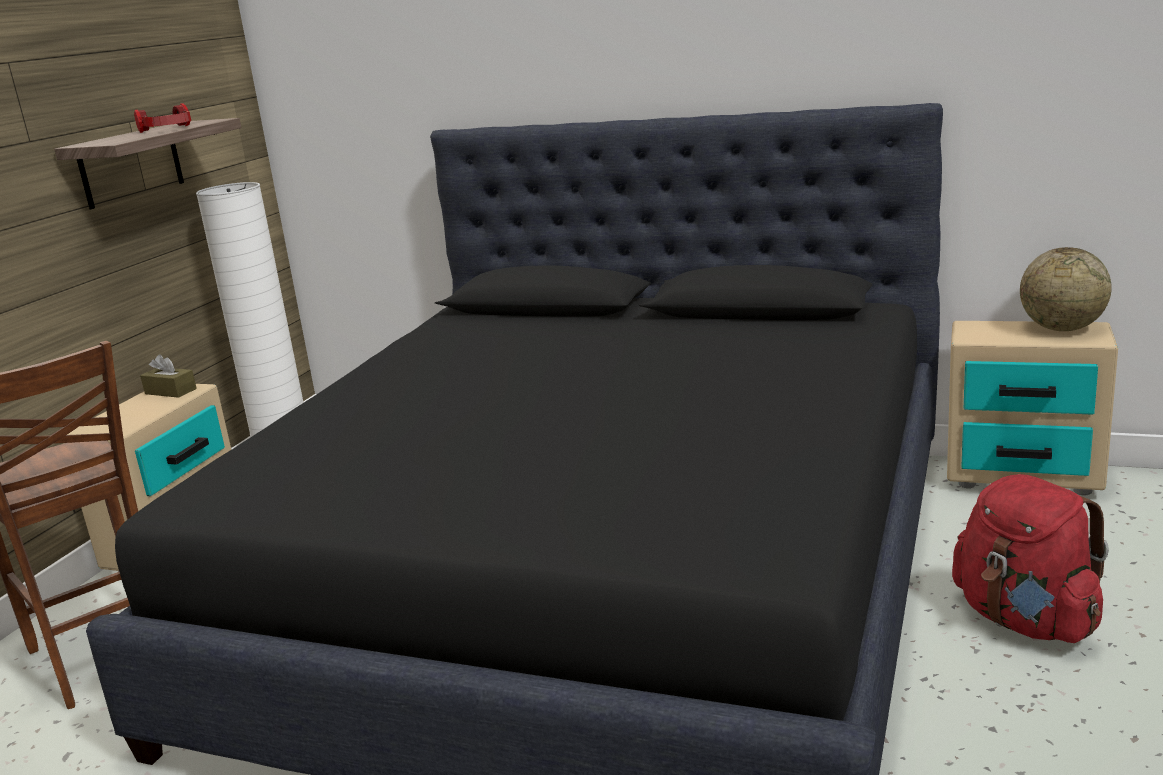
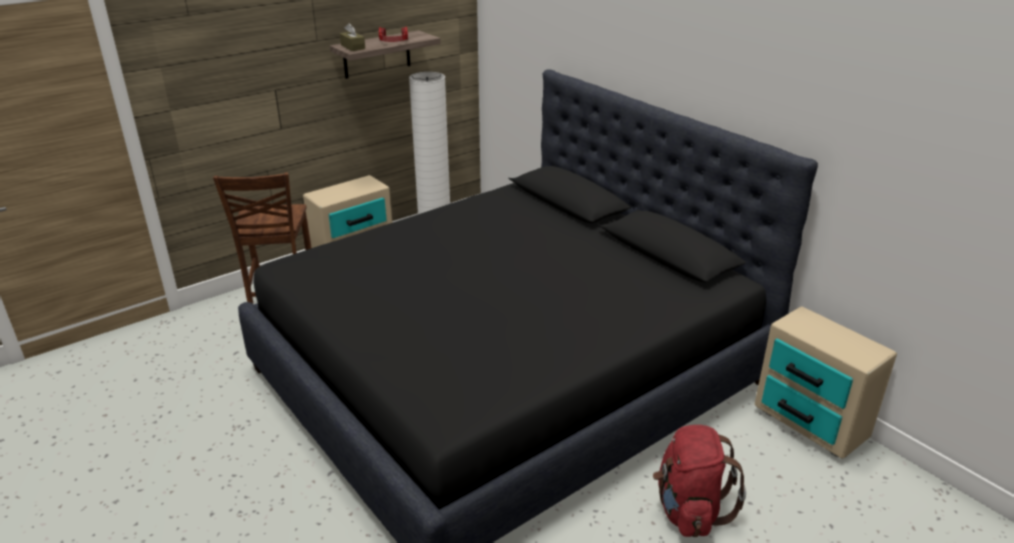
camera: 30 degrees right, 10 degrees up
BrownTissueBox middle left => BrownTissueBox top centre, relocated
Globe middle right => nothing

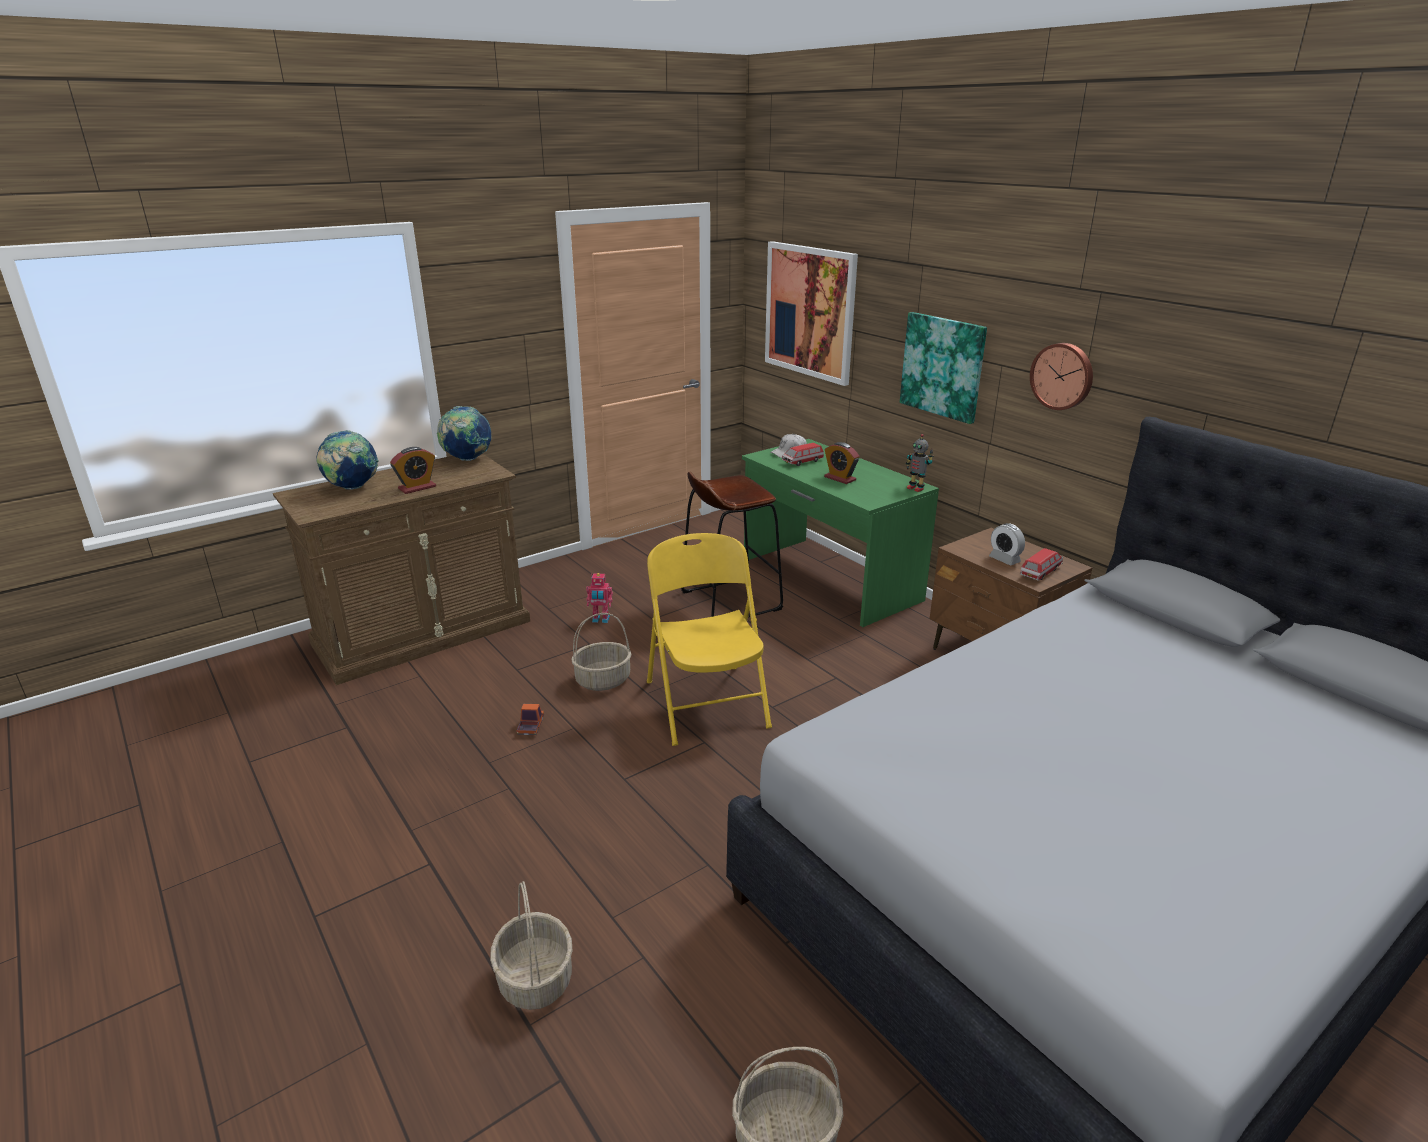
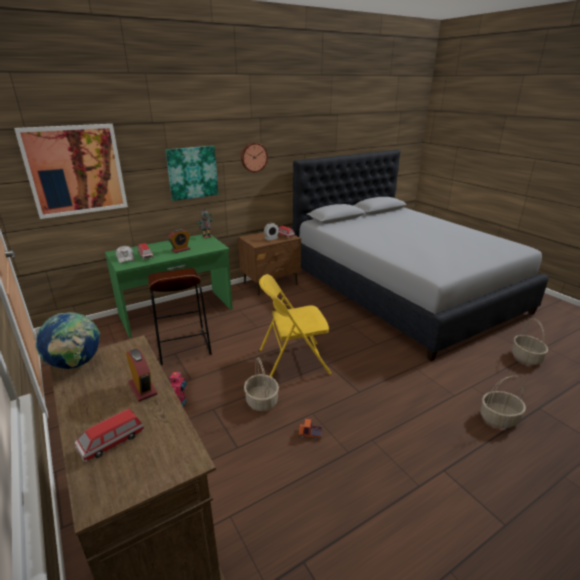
camera: 85 degrees left, 0 degrees up
Globe (no. 1 from left) middle left => ToyCar (no. 1 from left) bottom left

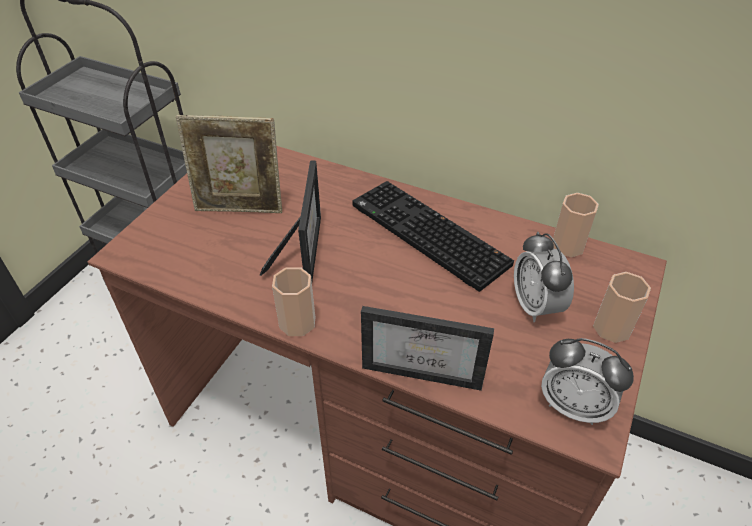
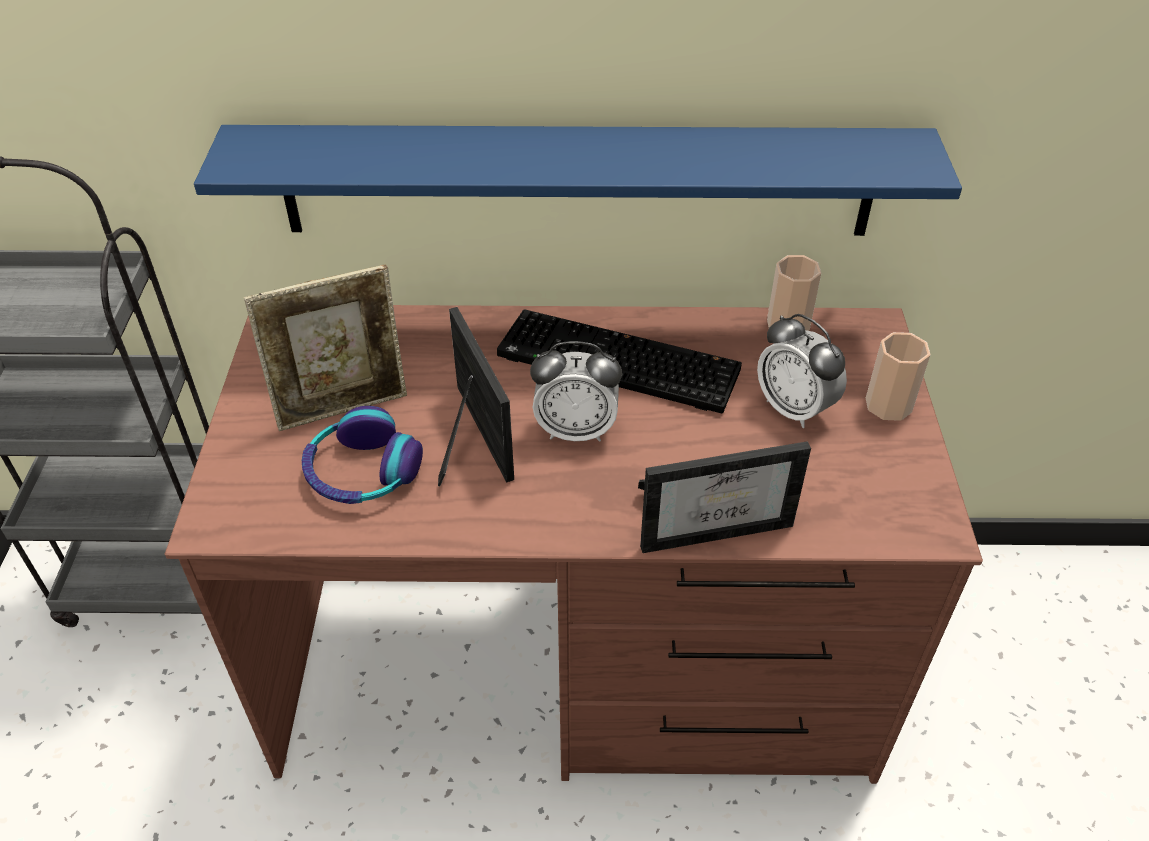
camera: 25 degrees left, 0 degrees up
nothing => BlueShelf top centre
nothing => Headphones middle left
AlarmClock (no. 2 from left in the first image) bottom right => AlarmClock (no. 1 from left) centre, relocated
Cup (no. 1 from left) centre => nothing

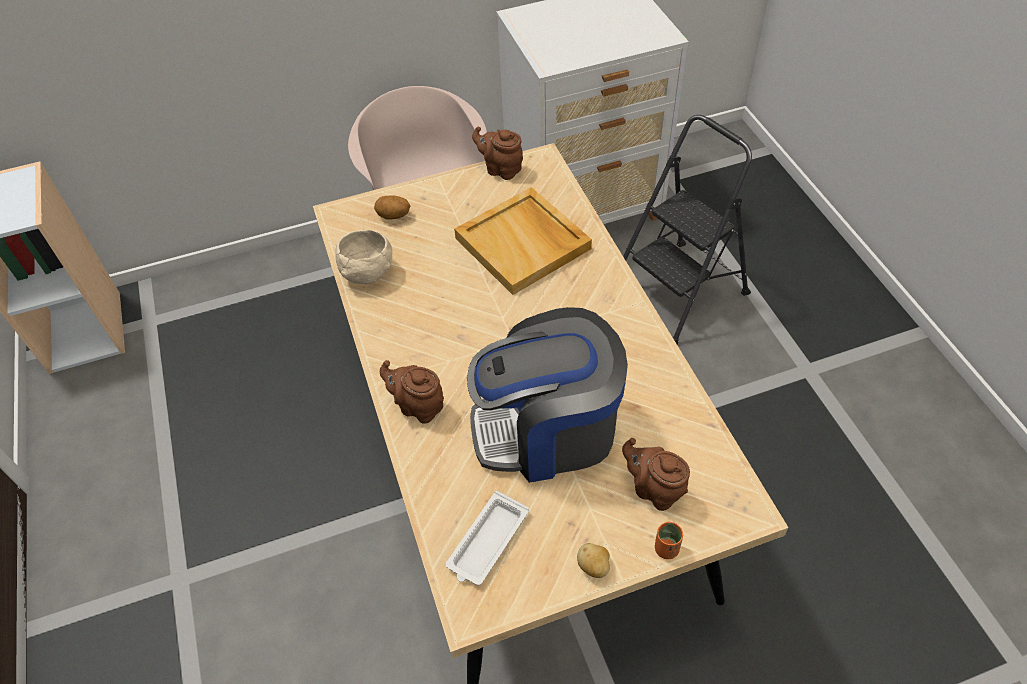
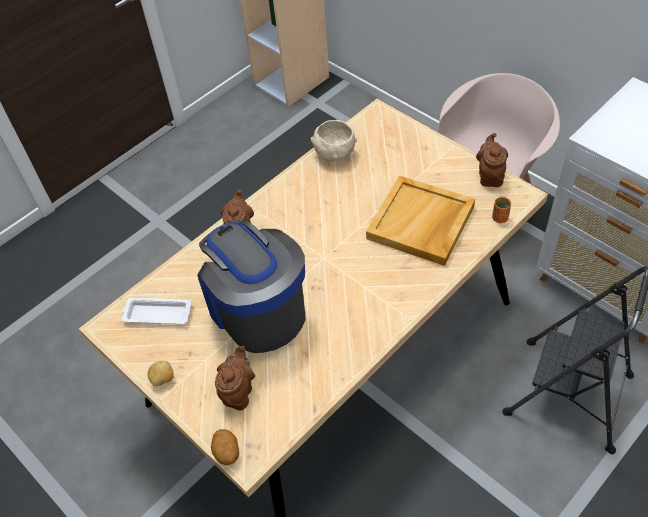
camera: 65 degrees right, 0 degrees up
Potato (no. 1 from left in the first image) top centre => Potato (no. 2 from left) bottom centre, relocated
OrangeCup bottom centre => OrangeCup middle right, relocated

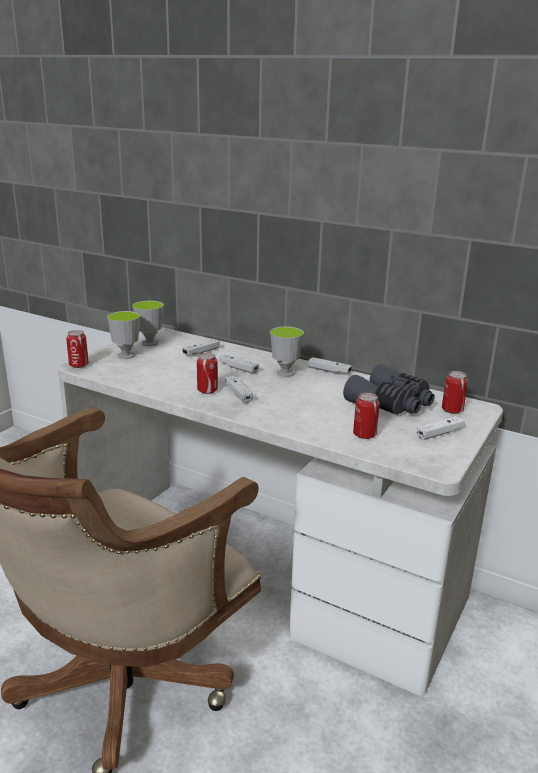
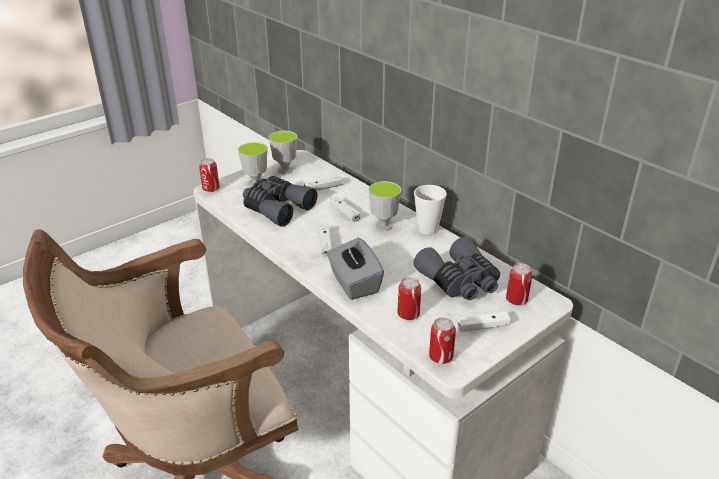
camera: 20 degrees right, 10 degrees up
nothing => GreyBinoculars (no. 1 from left) centre
nothing => GreyTissueBox centre
WhiteGameController (no. 4 from left) centre => Cup (no. 4 from left) centre
Can (no. 2 from left in the first image) centre => Can (no. 3 from left) bottom centre, relocated

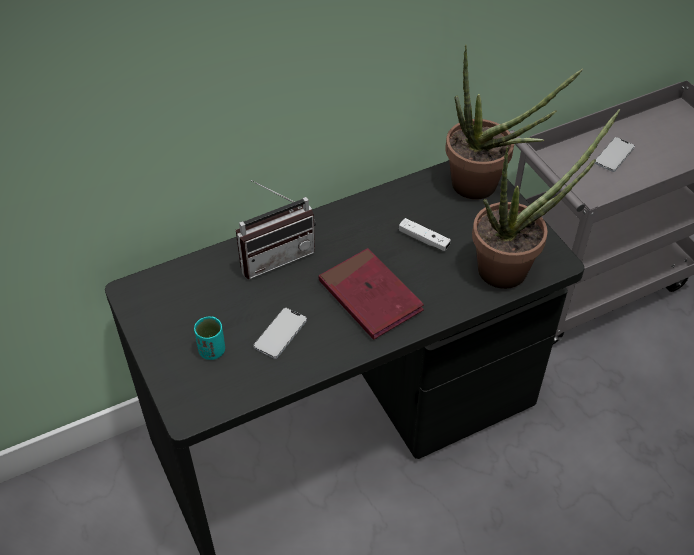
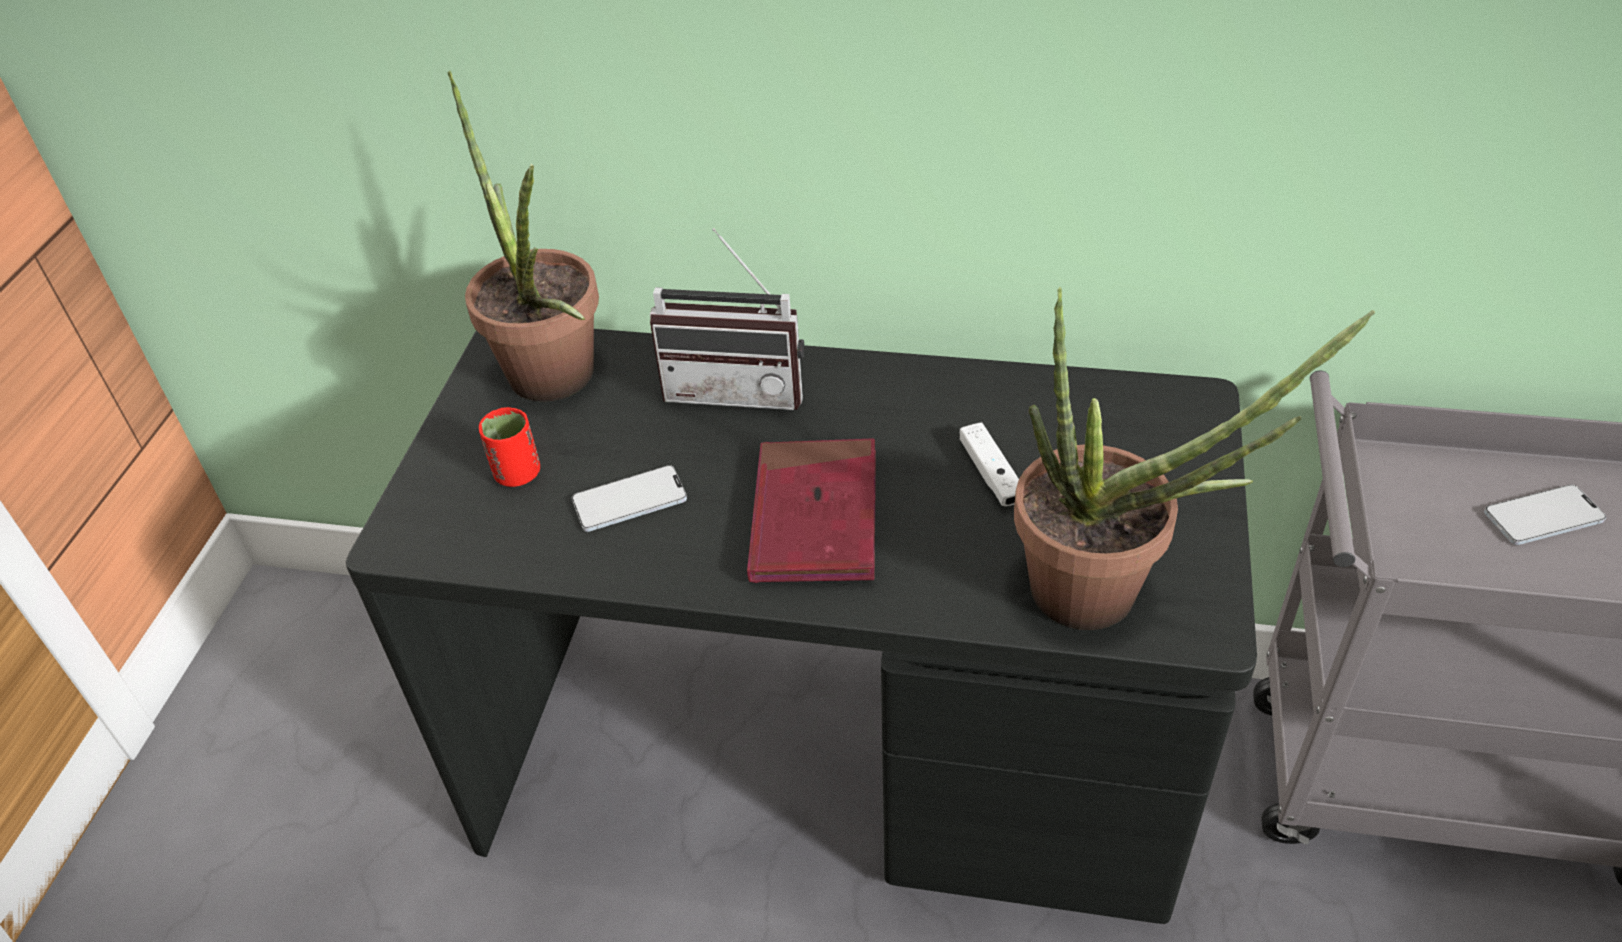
camera: 40 degrees right, 5 degrees down
PottedPlant (no. 1 from left) top right => PottedPlant (no. 1 from left) top left, relocated
TurquoiseCup middle left => RedCup middle left

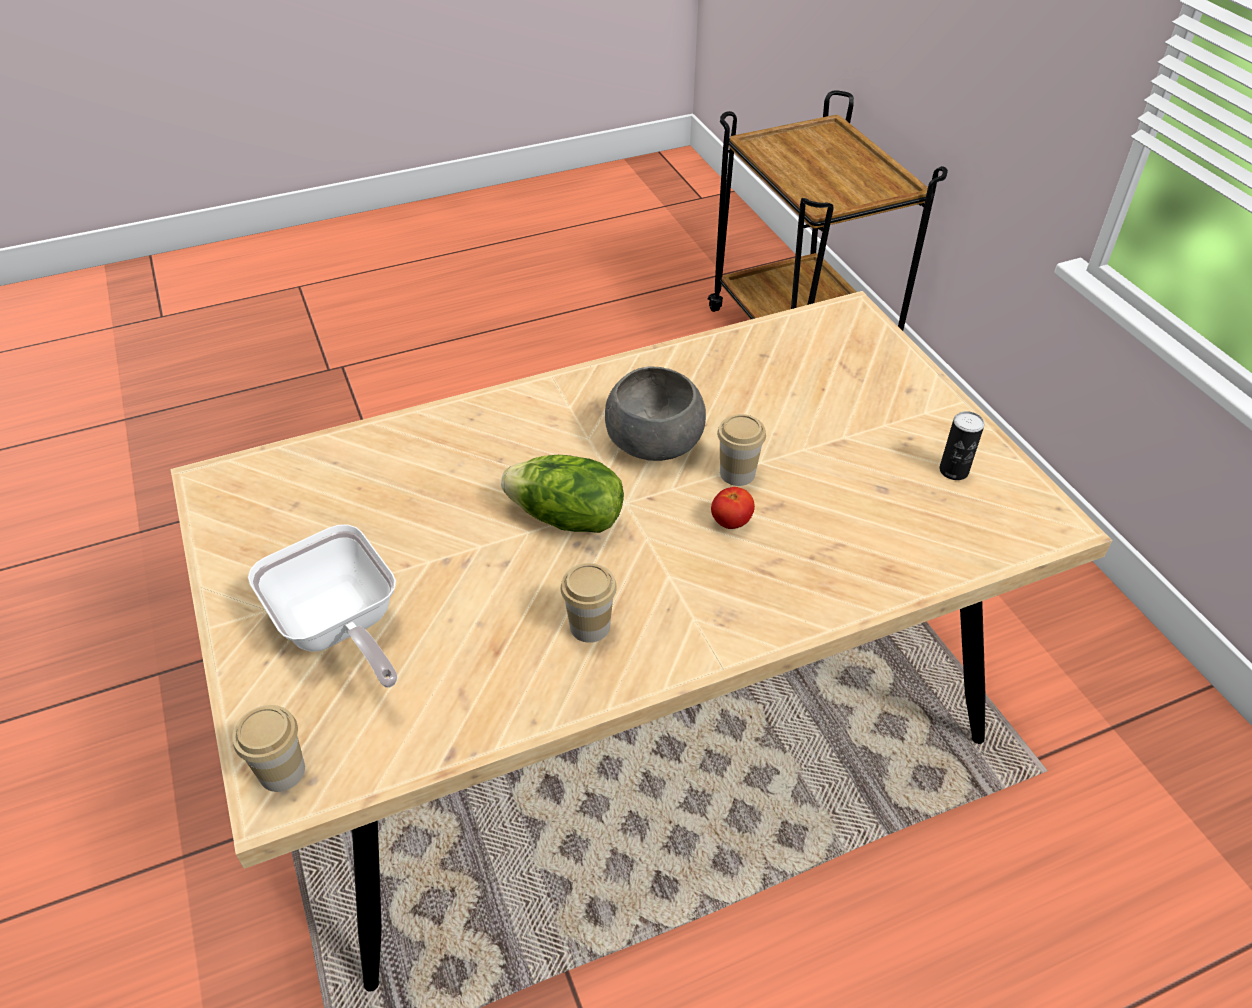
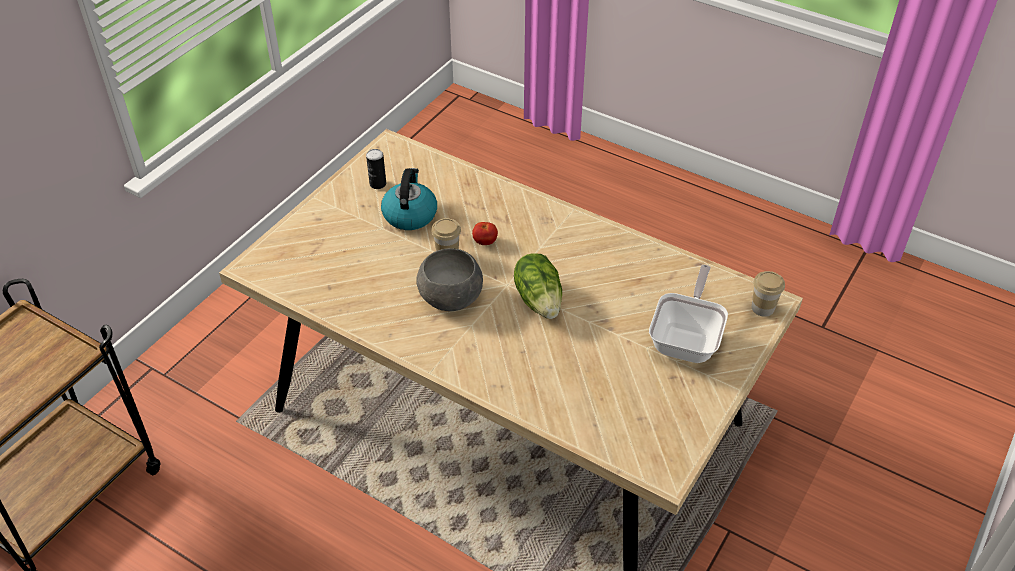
camera: 125 degrees left, 0 degrees up
nothing => Kettle centre
Cup (no. 2 from left) centre => nothing

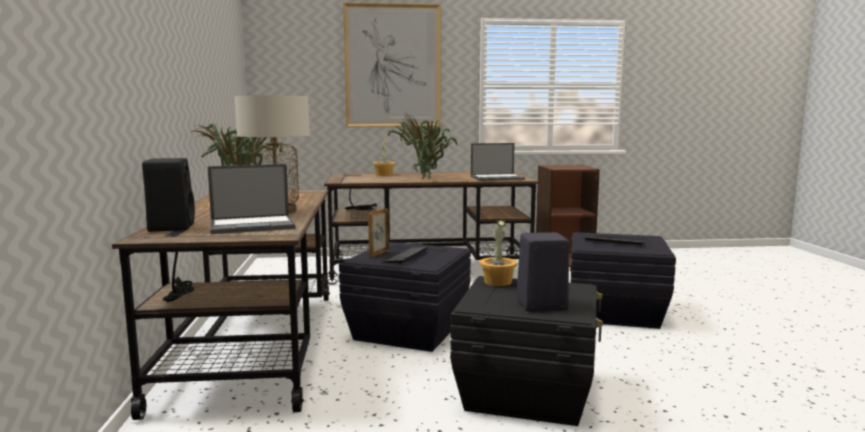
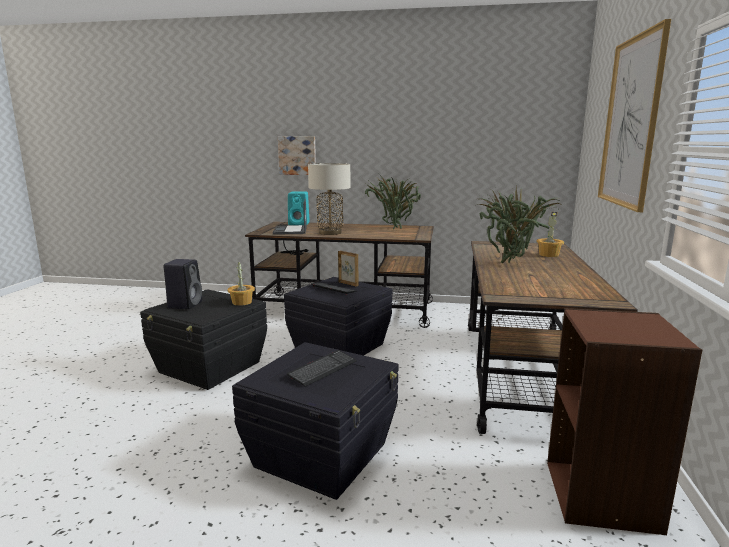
camera: 105 degrees right, 5 degrees up
nothing => Picture (no. 1 from left) top centre
BlackSpeaker (no. 1 from left) middle left => TurquoiseSpeaker centre
Laptop (no. 2 from left) centre => nothing

